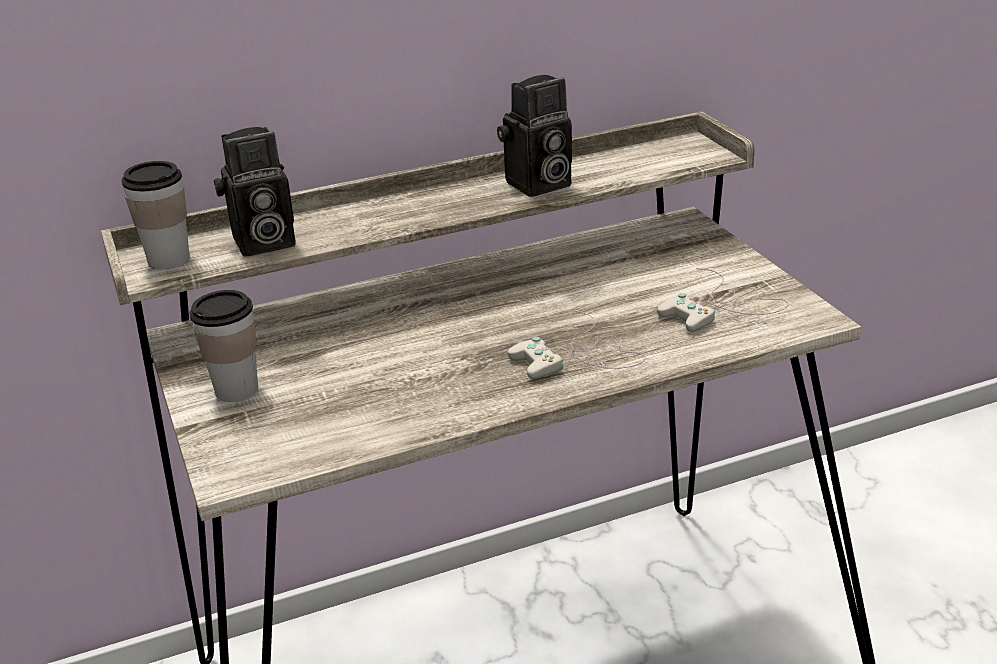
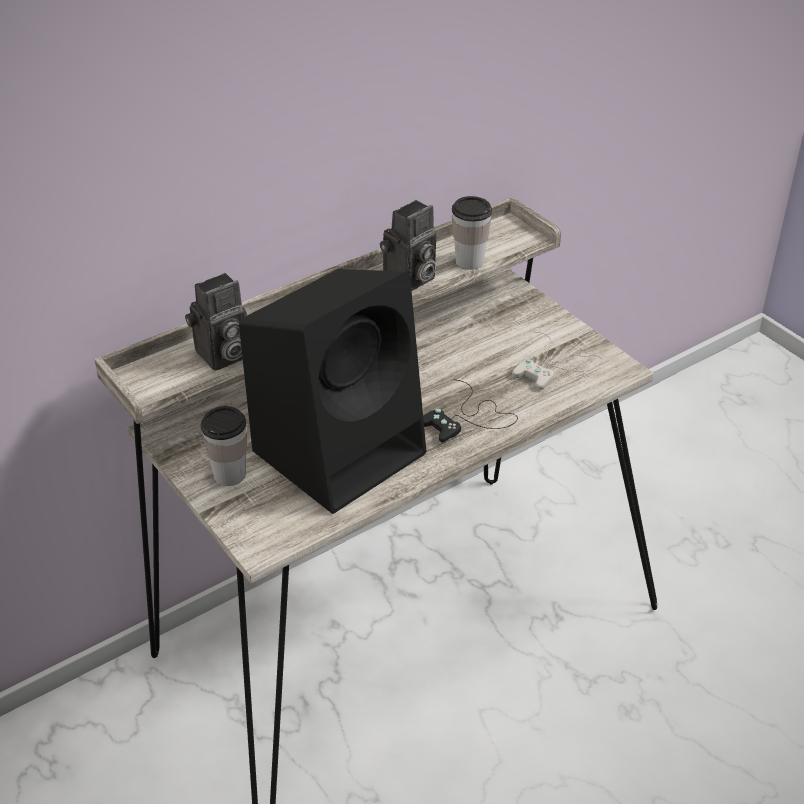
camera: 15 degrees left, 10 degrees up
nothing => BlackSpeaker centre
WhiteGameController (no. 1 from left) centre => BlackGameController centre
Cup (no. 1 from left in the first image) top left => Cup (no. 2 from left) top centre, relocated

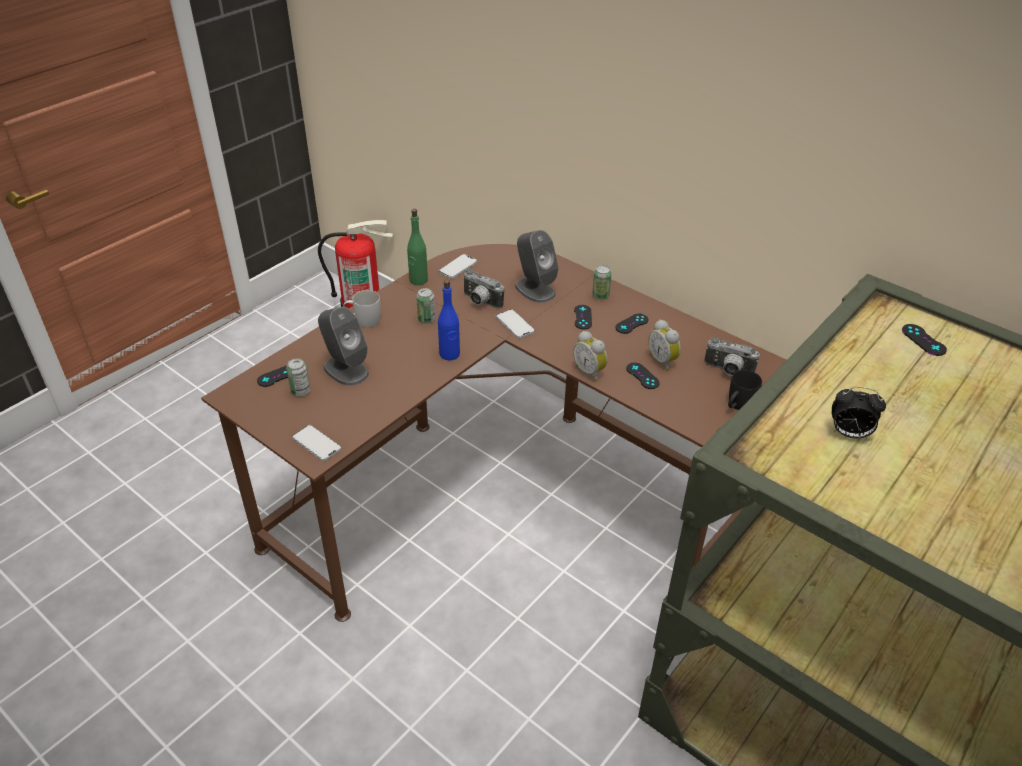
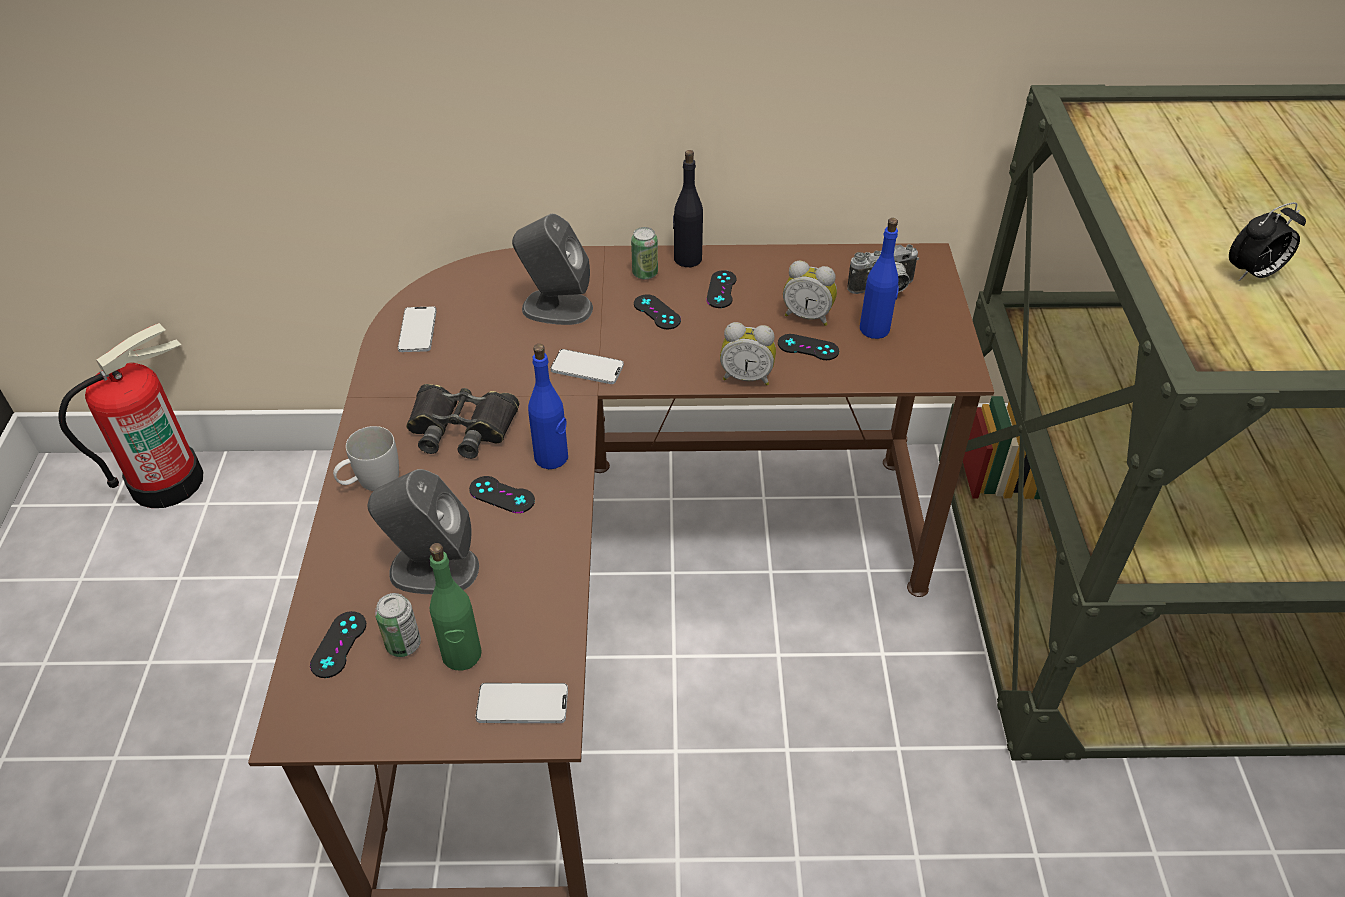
camera: 40 degrees left, 5 degrees up
Can (no. 2 from left) centre => BlackBinoculars centre
GreenBottle top centre => GreenBottle bottom centre, relocated
BlackGameController (no. 5 from left in the first image) middle right => BlackGameController (no. 2 from left) centre, relocated
nothing => BlackBottle top centre
nothing => BlueBottle (no. 2 from left) top centre
PhotoCamera (no. 1 from left) centre => nothing
BlackMug middle right => nothing

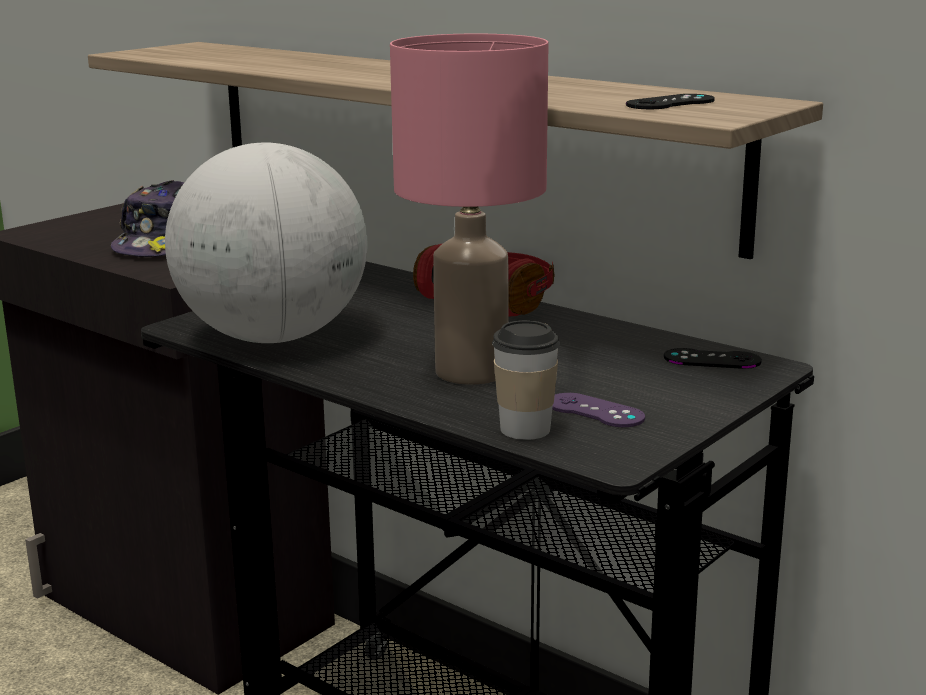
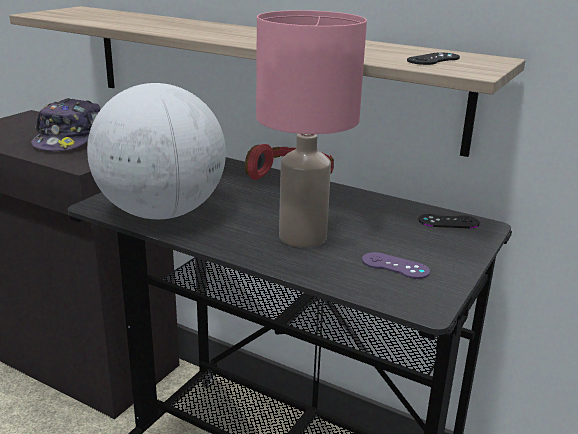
camera: 10 degrees left, 5 degrees up
Cup centre => nothing

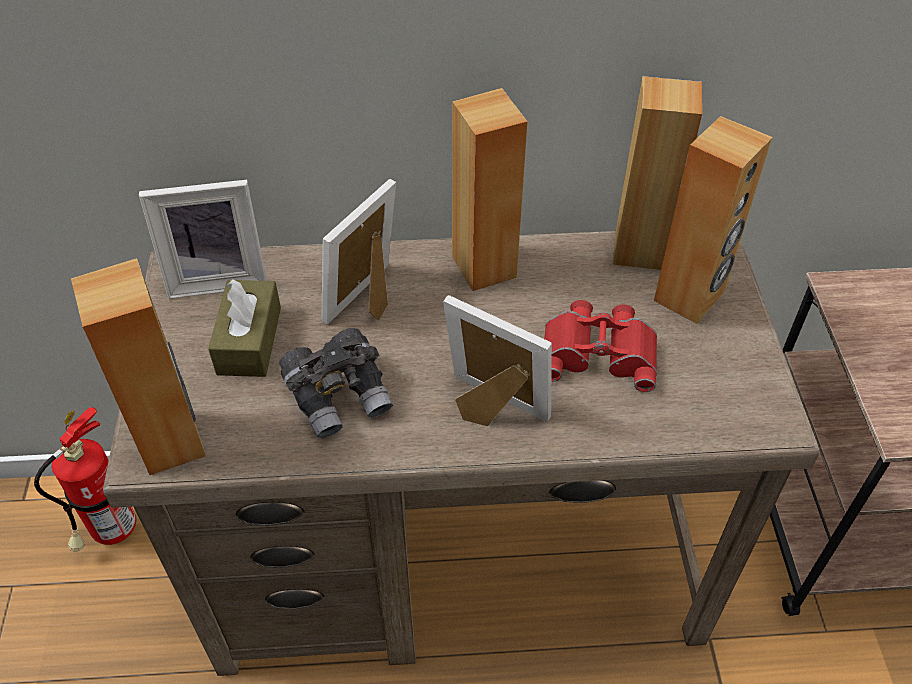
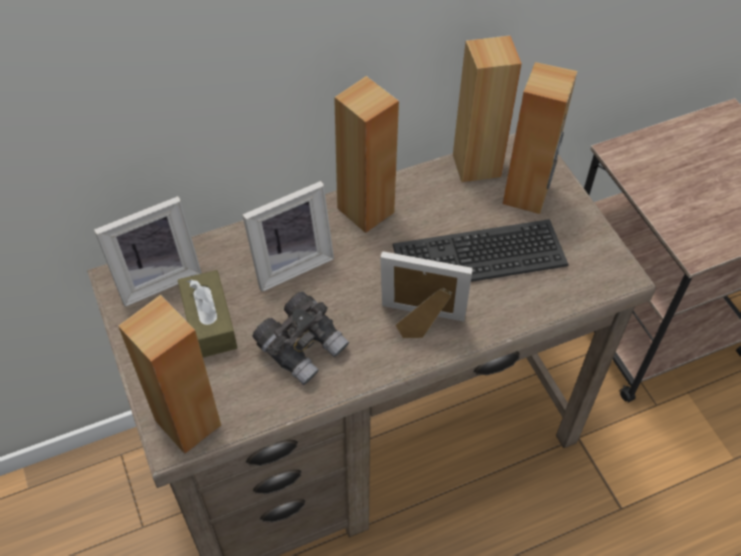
camera: 20 degrees left, 5 degrees up
PictureFrame (no. 2 from left) centre, 135 degrees counterclockwise
RedBinoculars centre => Keyboard centre
FireExtinguisher bottom left => nothing

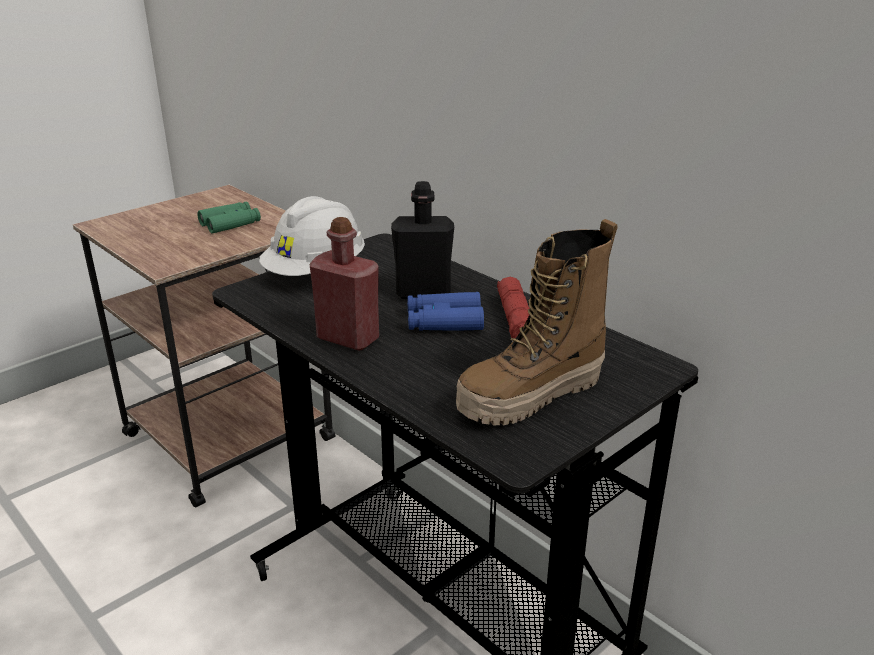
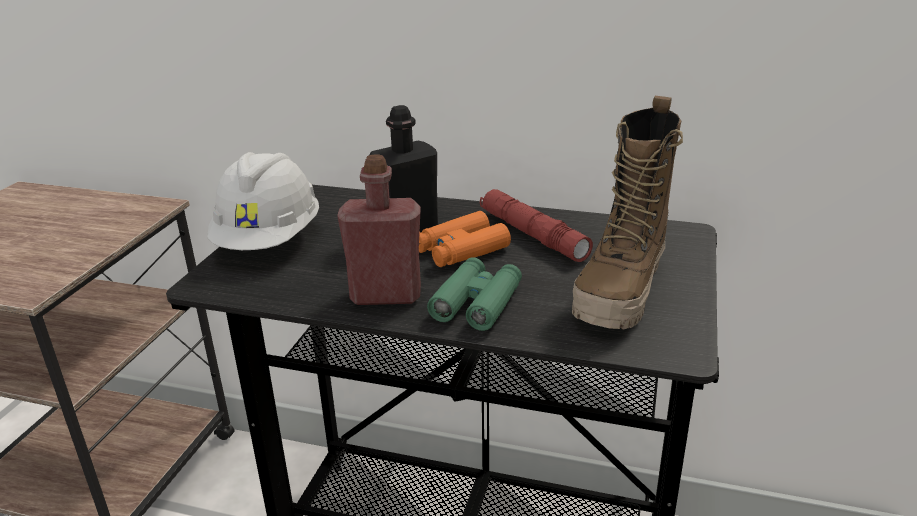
camera: 30 degrees left, 0 degrees up
BlueBinoculars centre => OrangeBinoculars centre
GreenBinoculars top left => GreenBinoculars centre, relocated

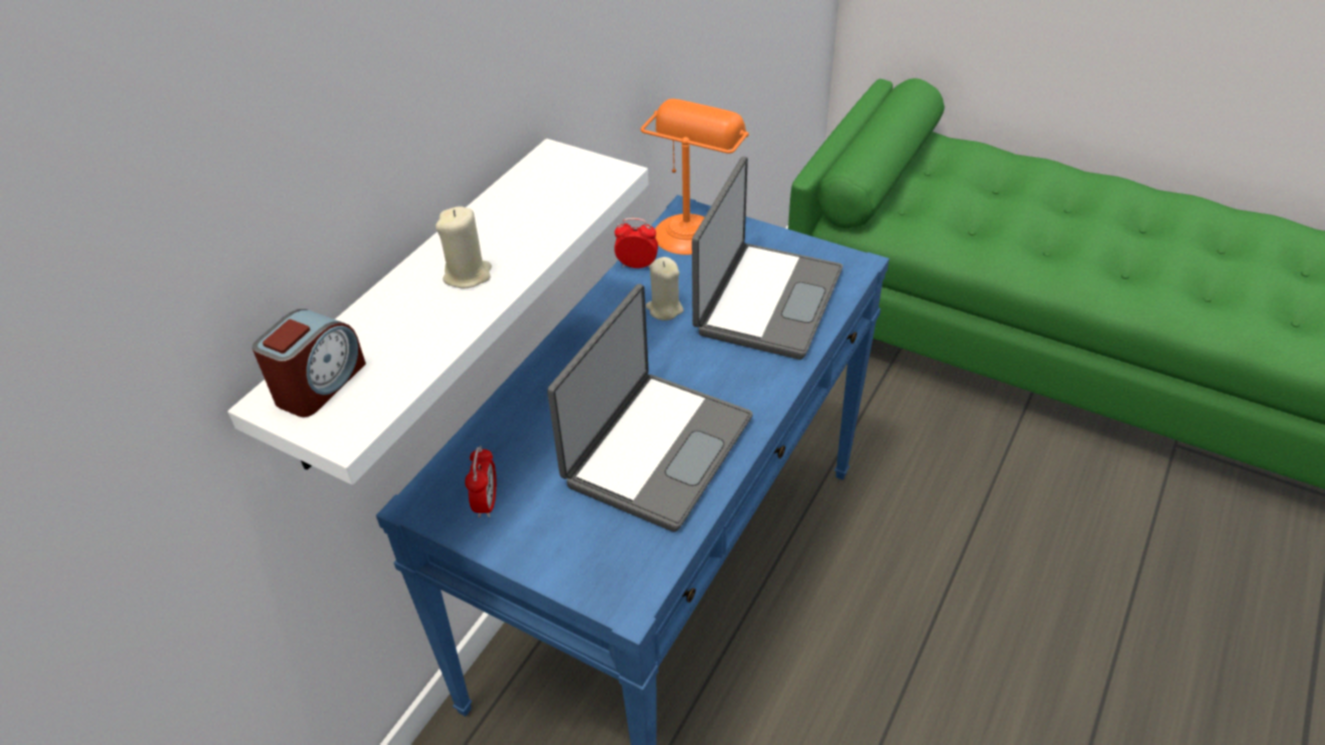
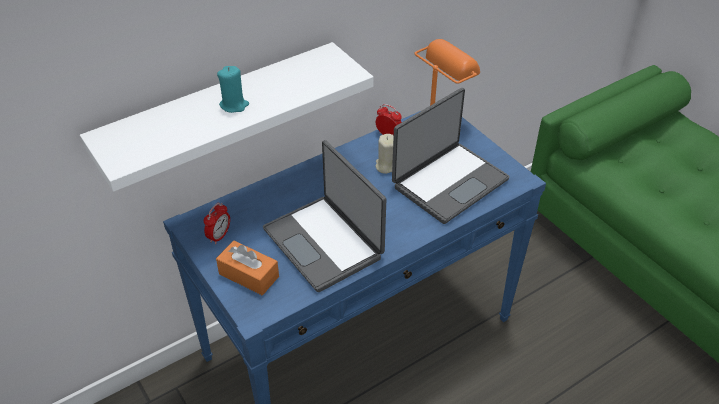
camera: 25 degrees right, 0 degrees up
nothing => OrangeTissueBox centre
BeigeCandle (no. 1 from left) top centre => TurquoiseCandle top left
Laptop (no. 1 from left) centre, 90 degrees clockwise
AlarmClock (no. 1 from left) middle left => nothing

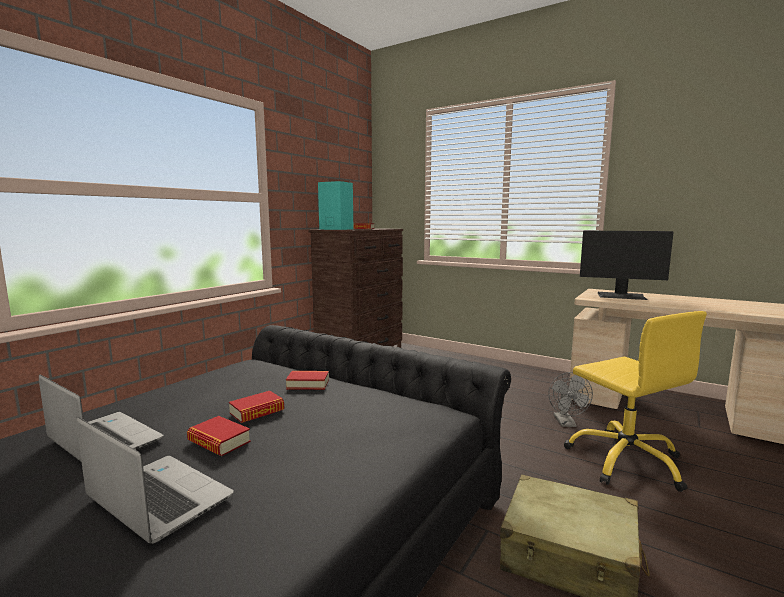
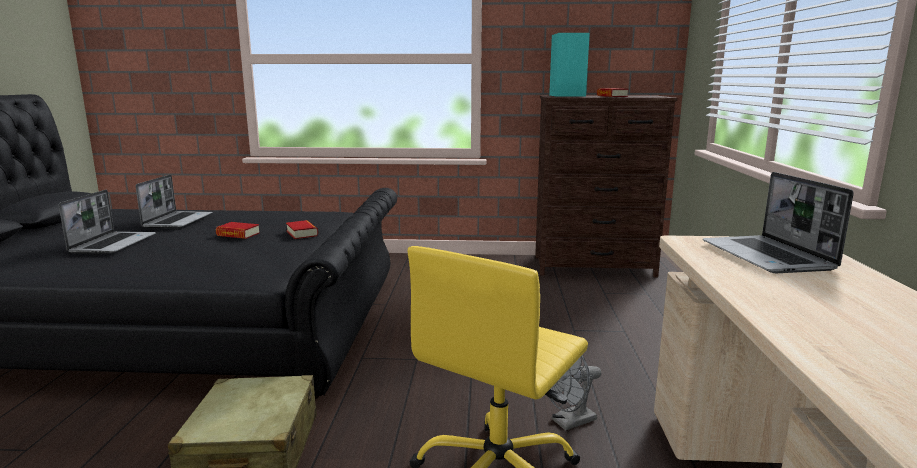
camera: 60 degrees right, 5 degrees up
Monitor middle right => Laptop (no. 3 from left) middle right
Book (no. 1 from left) bottom left => nothing

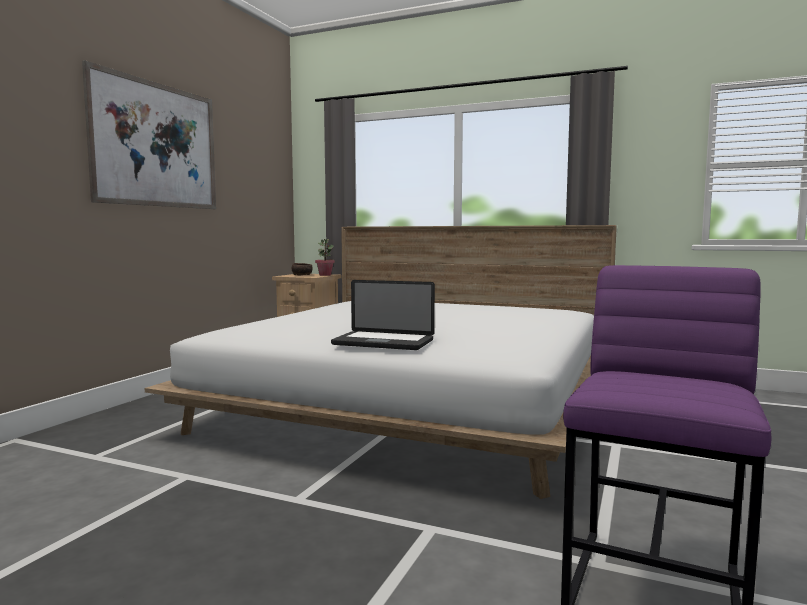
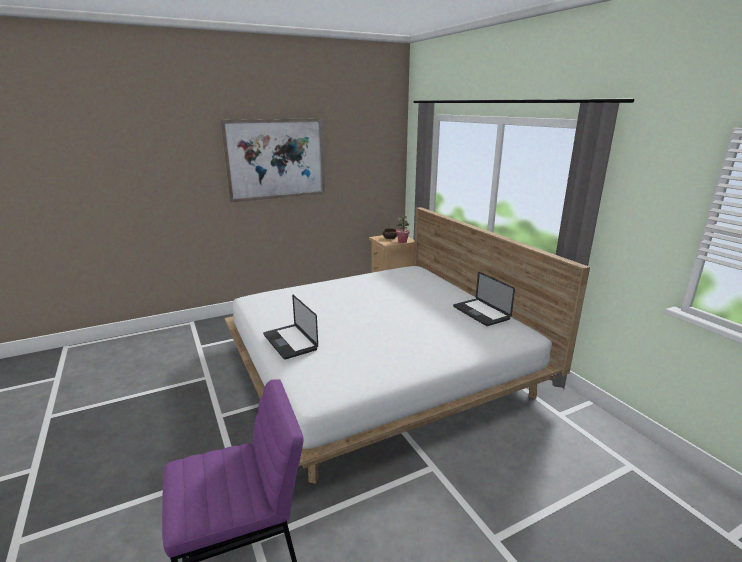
camera: 40 degrees right, 15 degrees up
nothing => Laptop (no. 2 from left) centre

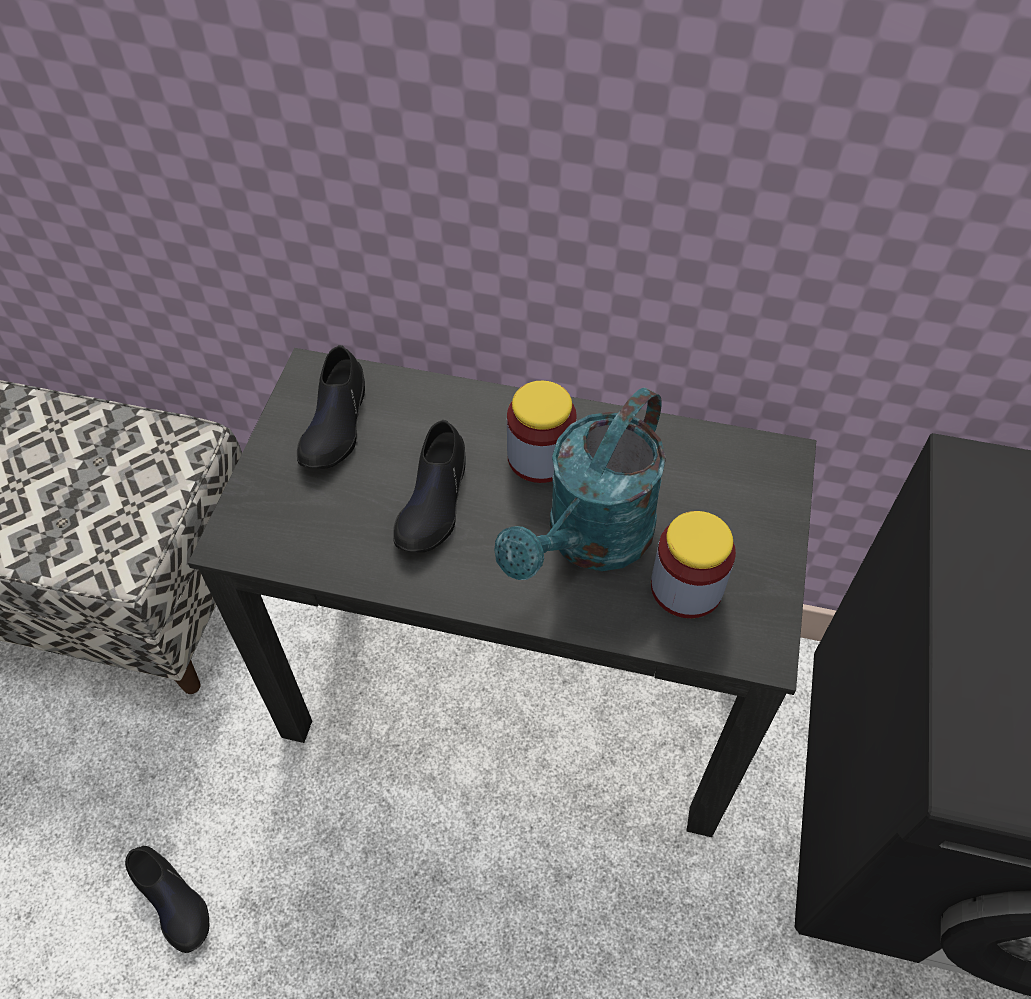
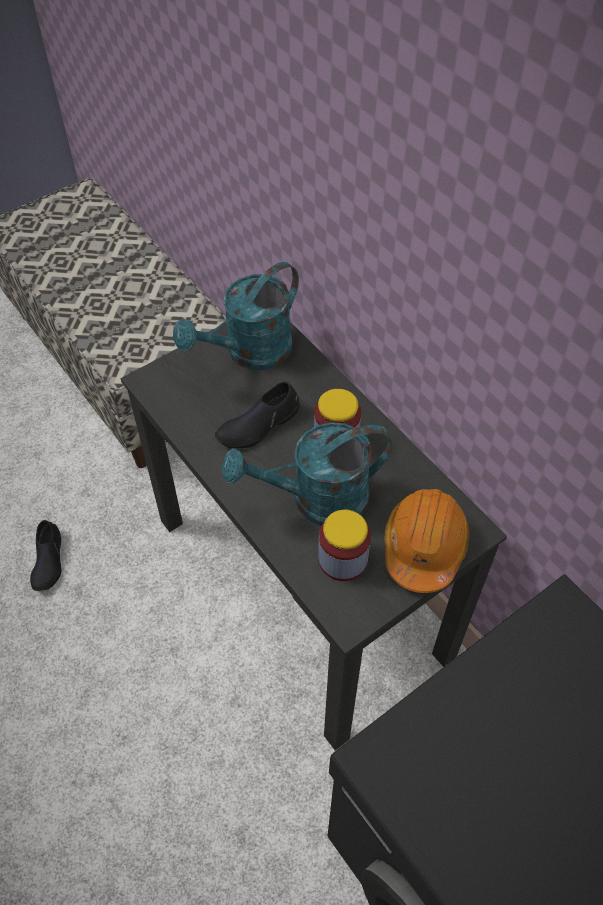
camera: 40 degrees right, 0 degrees up
BlackShoe (no. 2 from left) middle left => TurquoiseWateringCan (no. 1 from left) centre
nothing => OrangeHardHat middle right

